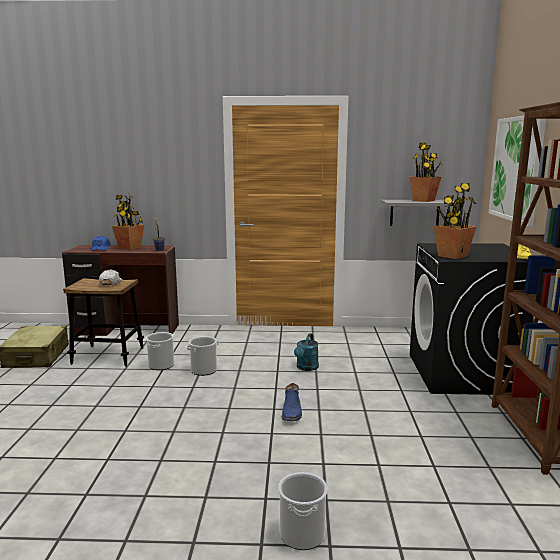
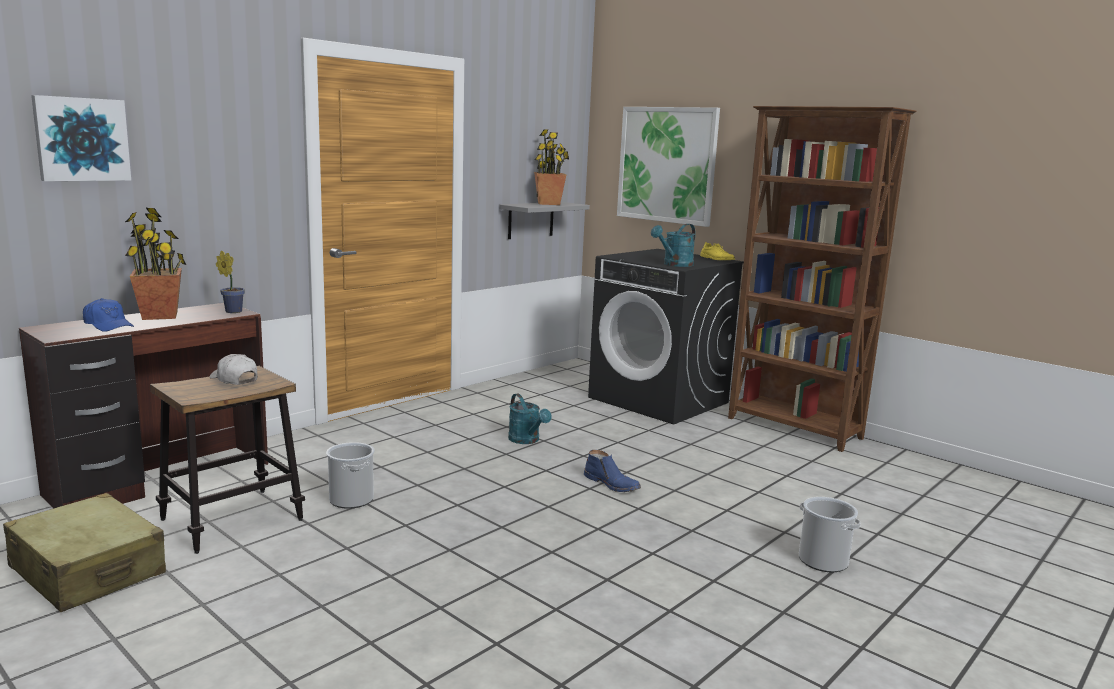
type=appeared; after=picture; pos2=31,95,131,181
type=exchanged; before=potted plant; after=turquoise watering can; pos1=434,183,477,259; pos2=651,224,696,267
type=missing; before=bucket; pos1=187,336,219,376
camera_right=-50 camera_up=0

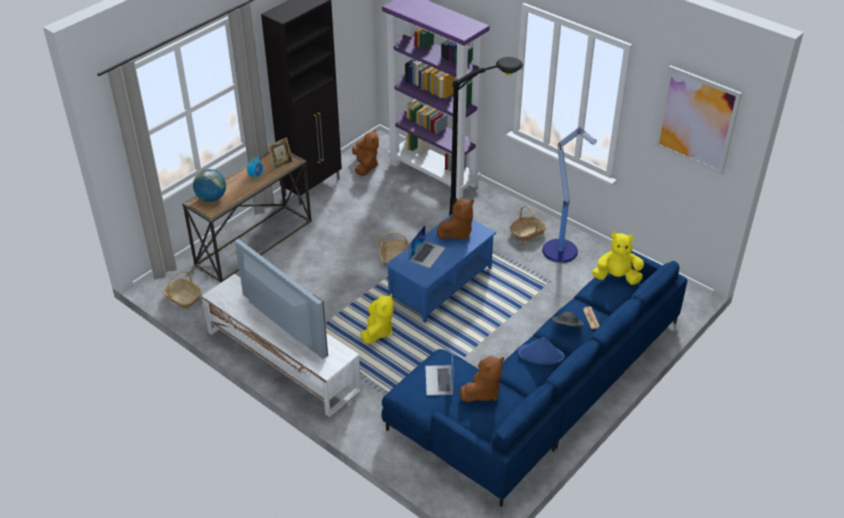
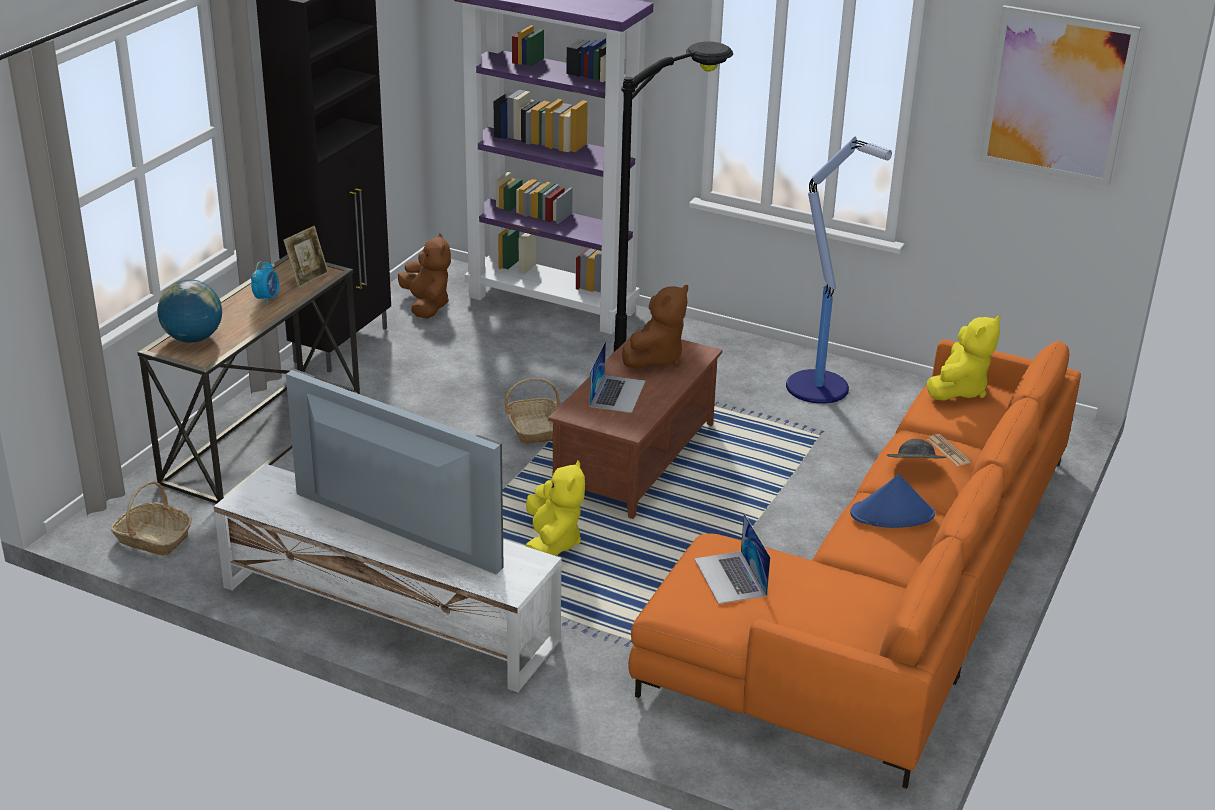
type=colour; before=blue coffee table; after=brown coffee table; pos1=385,214,496,323; pos2=548,328,722,519
type=colour; before=blue sofa; after=orange sofa; pos1=381,251,688,507; pos2=628,339,1081,789
type=spun; before=yellow plush toy; pos1=592,232,644,285; pos2=927,315,1000,401; turn=135
type=missing; before=brown plush toy; pos1=460,356,504,402
type=missing; before=basket; pos1=509,206,547,242
camera_right=-15 camera_up=-10

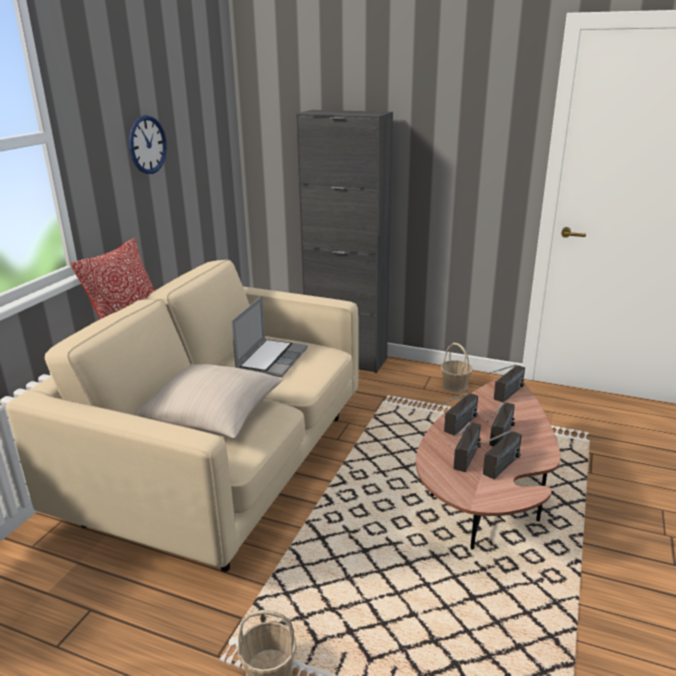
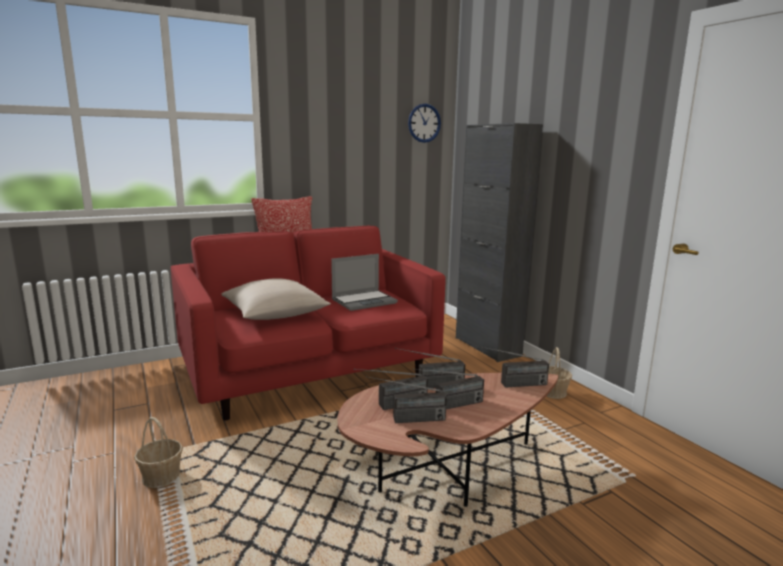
type=colour; before=beige sofa; after=red sofa; pos1=6,260,359,572; pos2=171,226,446,421
type=relocated; before=wall clock; pos1=129,115,167,174; pos2=408,104,441,143
camera_right=40 camera_up=-10

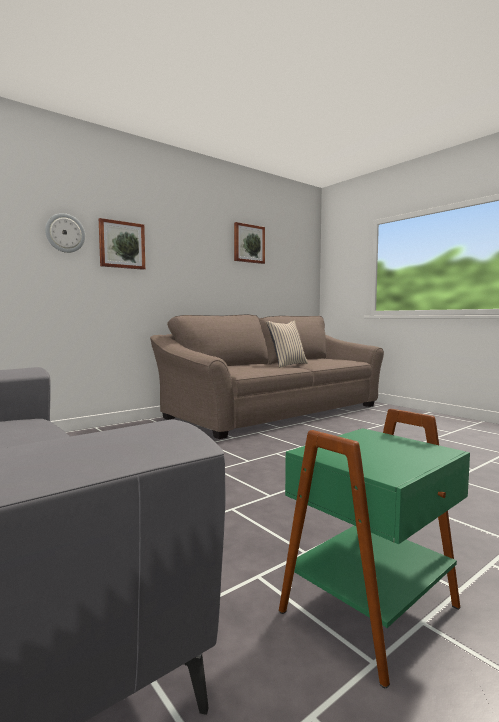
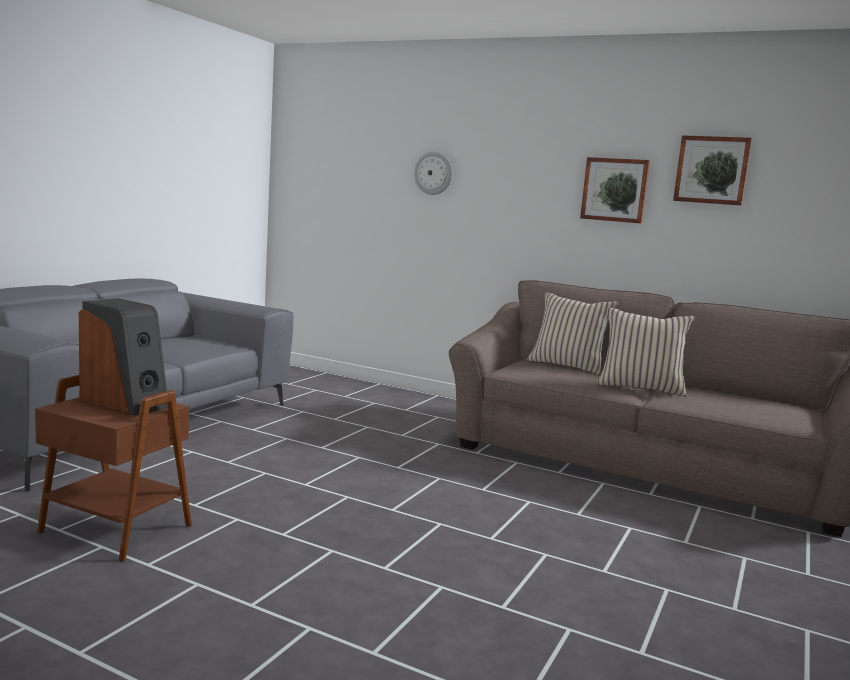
type=colour; before=green side table; after=brown side table; pos1=279,409,470,689; pos2=35,375,192,562
type=appeared; after=speaker; pos2=79,298,168,416
type=appeared; after=beige pillow; pos2=527,292,618,375
type=relocated; before=picture; pos1=99,218,145,270; pos2=580,157,650,223
camera_right=65 camera_up=5

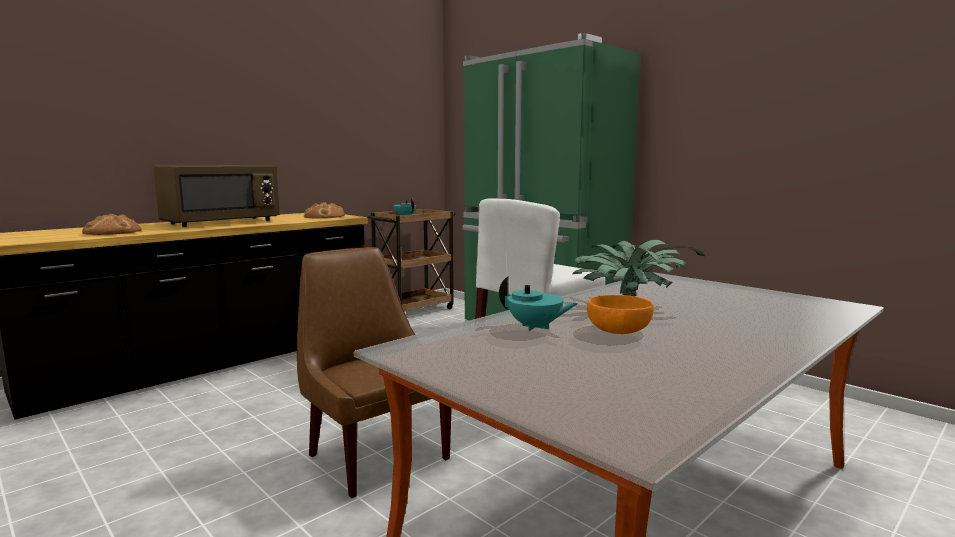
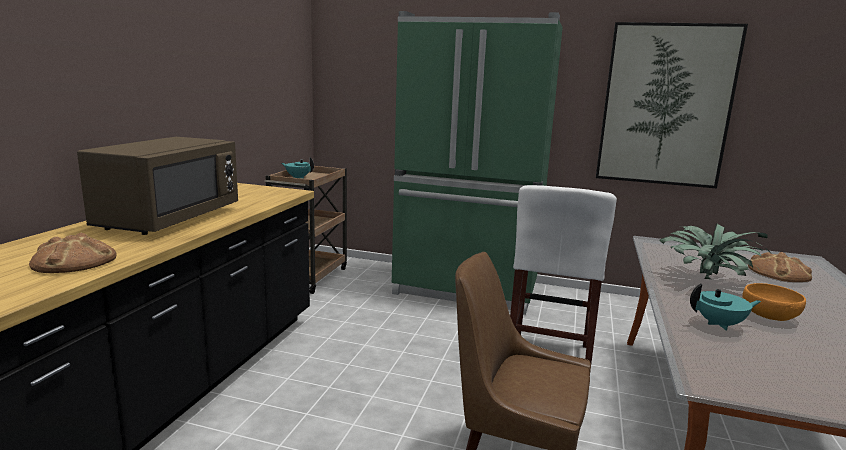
type=appeared; after=picture; pos2=596,22,748,188
type=relocated; before=bread; pos1=304,202,345,219; pos2=748,252,812,282
camera_right=-30 camera_up=5

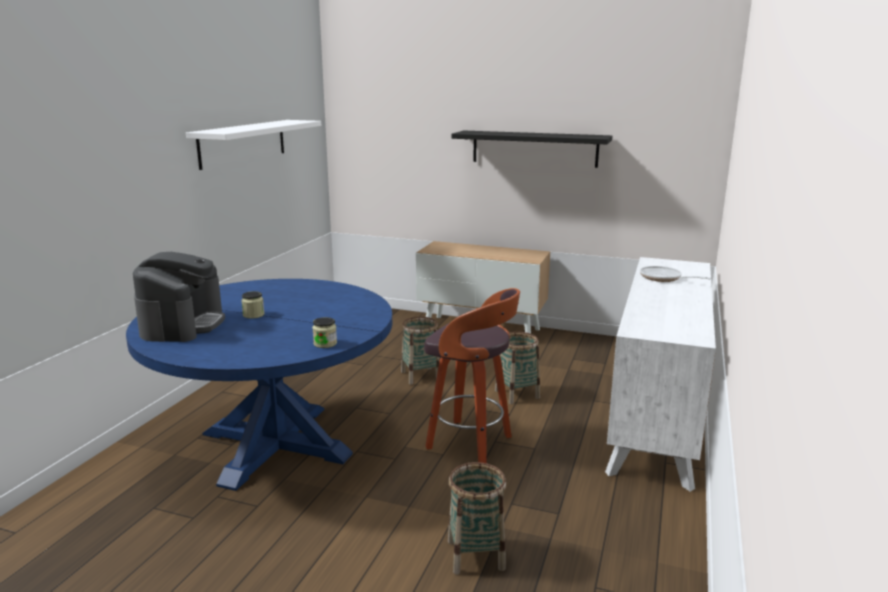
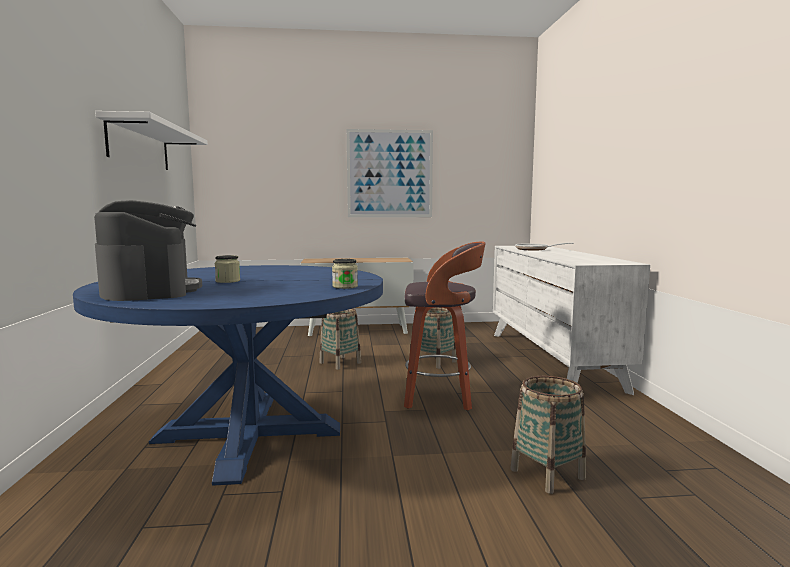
type=exchanged; before=black shelf; after=picture; pos1=451,131,612,168; pos2=347,129,433,217
camera_right=-25 camera_up=-10

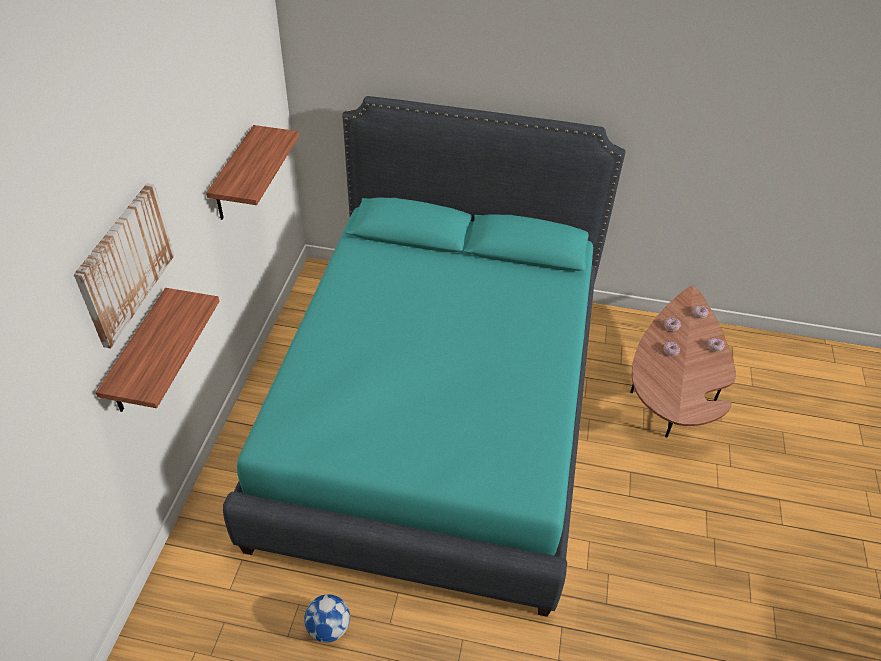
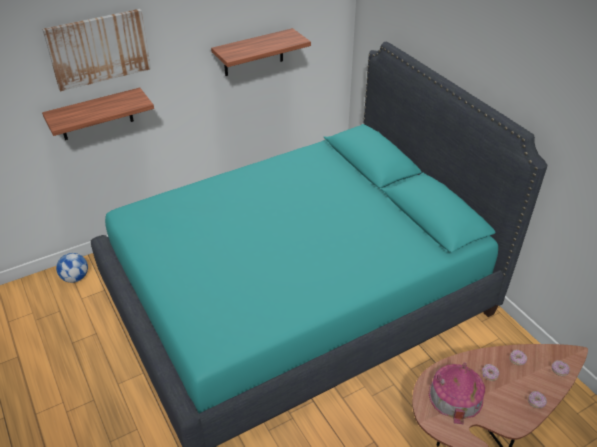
type=relocated; before=football; pos1=304,594,350,643; pos2=56,253,88,283
type=appeared; after=toy house; pos2=429,362,485,424
camera_right=50 camera_up=-5

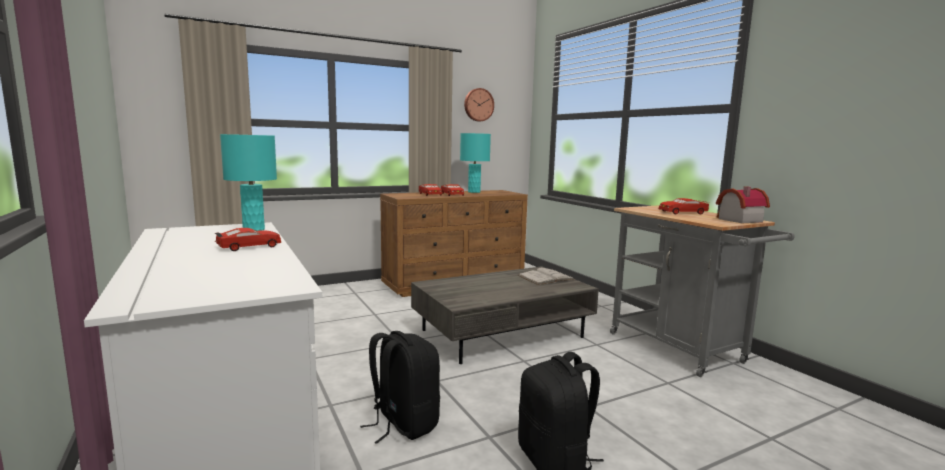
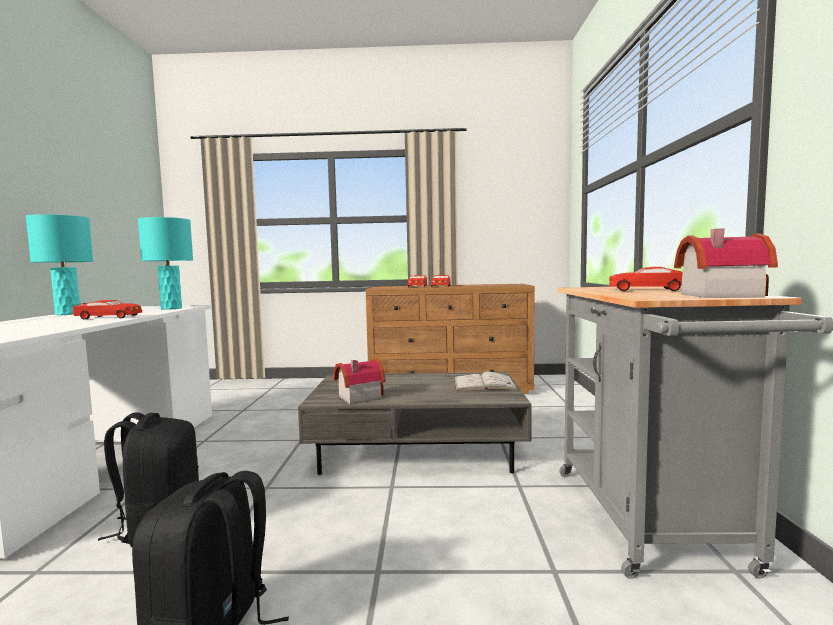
type=relocated; before=turquoise table lamp; pos1=460,133,491,193; pos2=26,214,93,315
type=appeared; after=toy house; pos2=333,359,386,404
type=missing; before=wall clock; pos1=464,88,494,122
camera_right=30 camera_up=-5

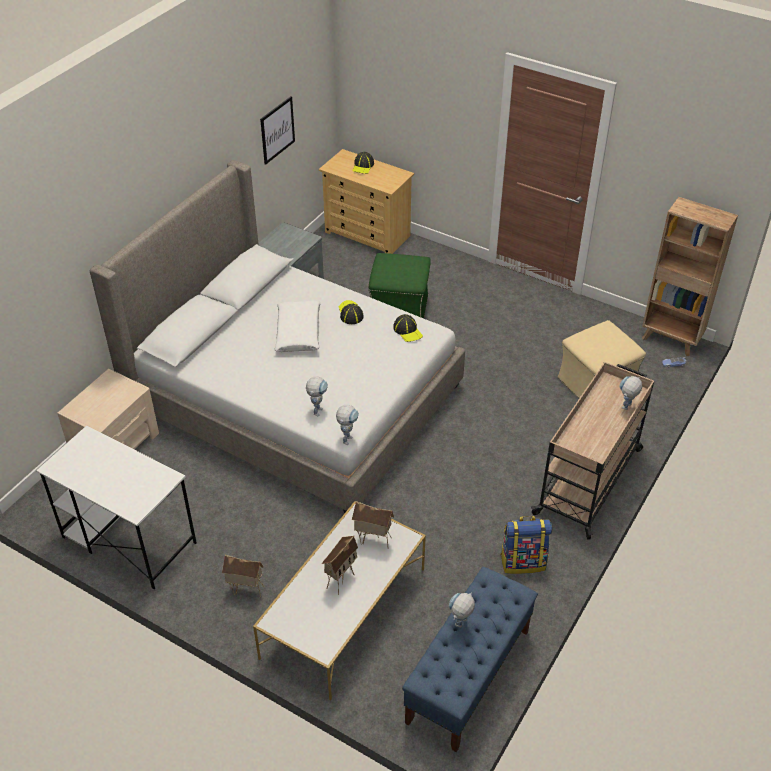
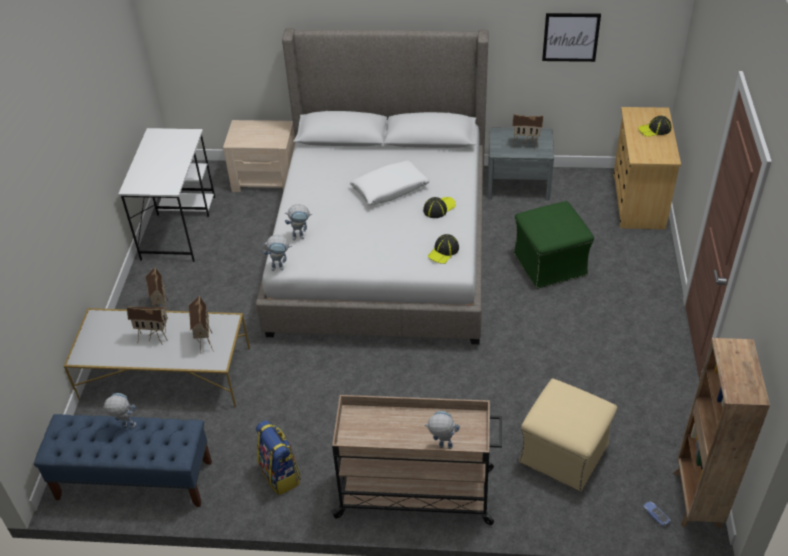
type=appeared; after=toy house; pos2=512,114,544,150
camera_right=65 camera_up=0

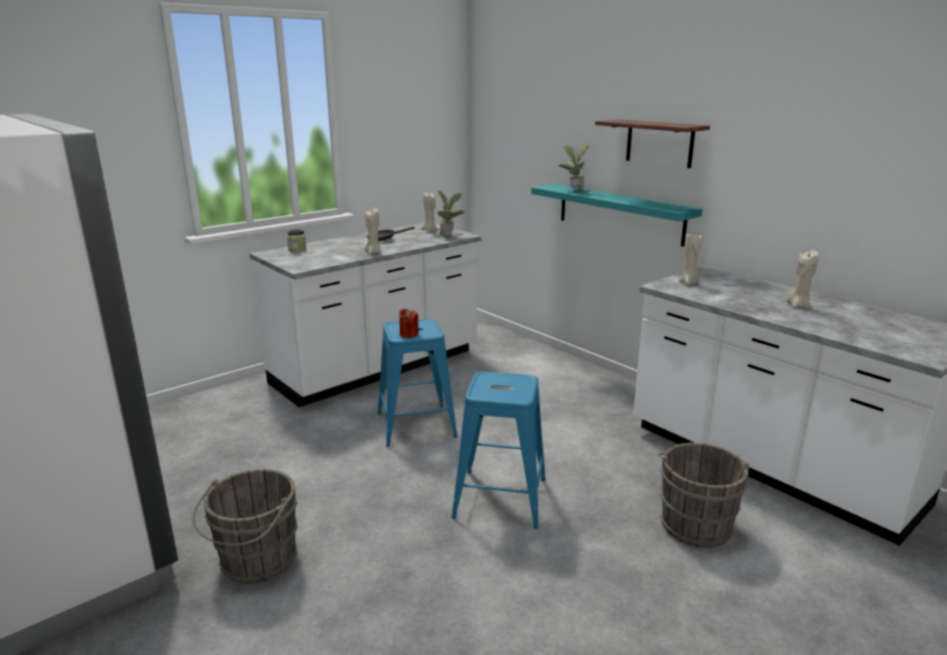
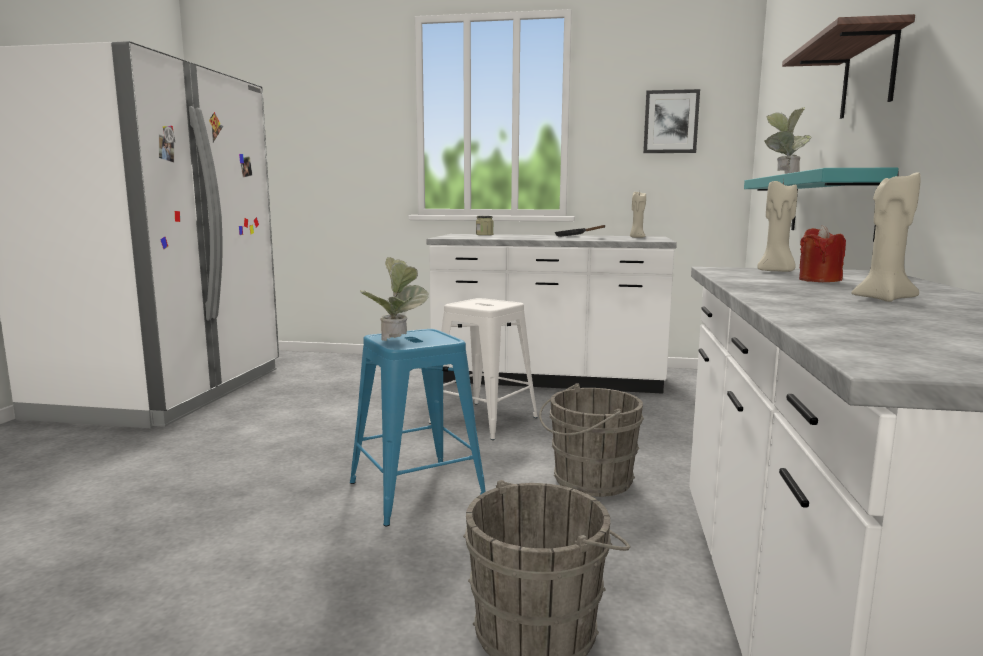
type=relocated; before=potted plant; pos1=437,191,465,236; pos2=360,257,429,341
type=colour; before=blue stool; after=white stool; pos1=378,319,458,447; pos2=429,298,538,440
type=relocated; before=grey bucket; pos1=192,469,298,584; pos2=539,383,644,497
type=appeared; after=picture; pos2=643,89,700,153
type=relocated; before=red candle; pos1=399,309,419,338; pos2=799,225,846,282
type=missing; before=beige candle; pos1=365,208,381,254
camera_right=50 camera_up=-10

